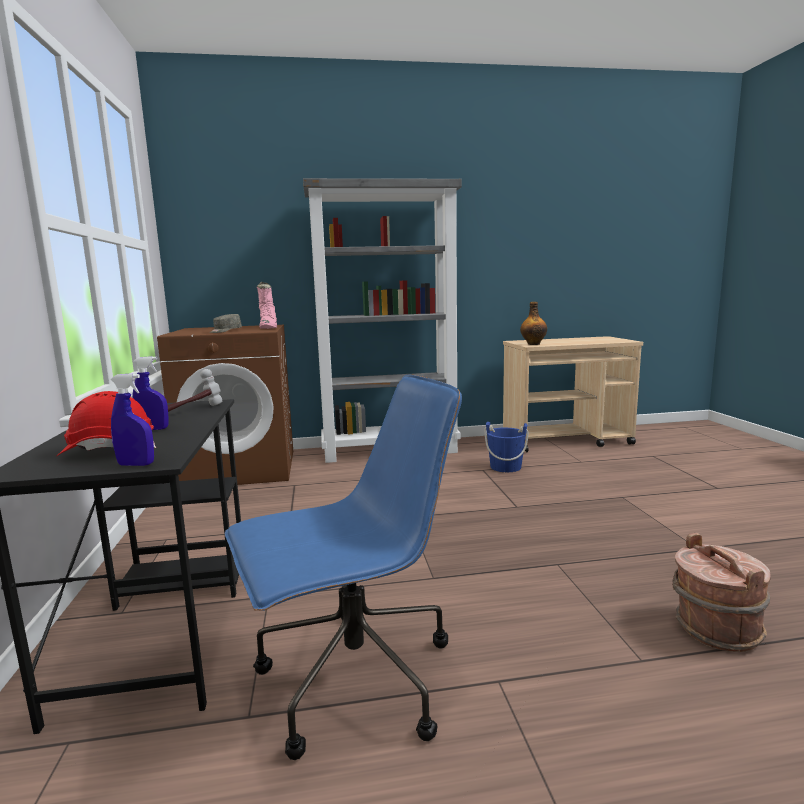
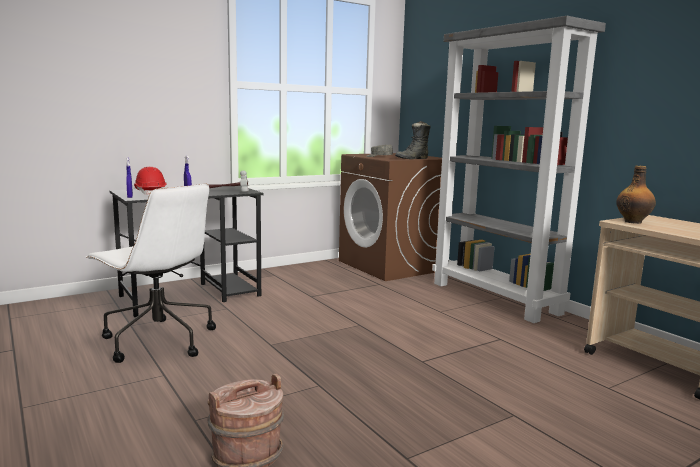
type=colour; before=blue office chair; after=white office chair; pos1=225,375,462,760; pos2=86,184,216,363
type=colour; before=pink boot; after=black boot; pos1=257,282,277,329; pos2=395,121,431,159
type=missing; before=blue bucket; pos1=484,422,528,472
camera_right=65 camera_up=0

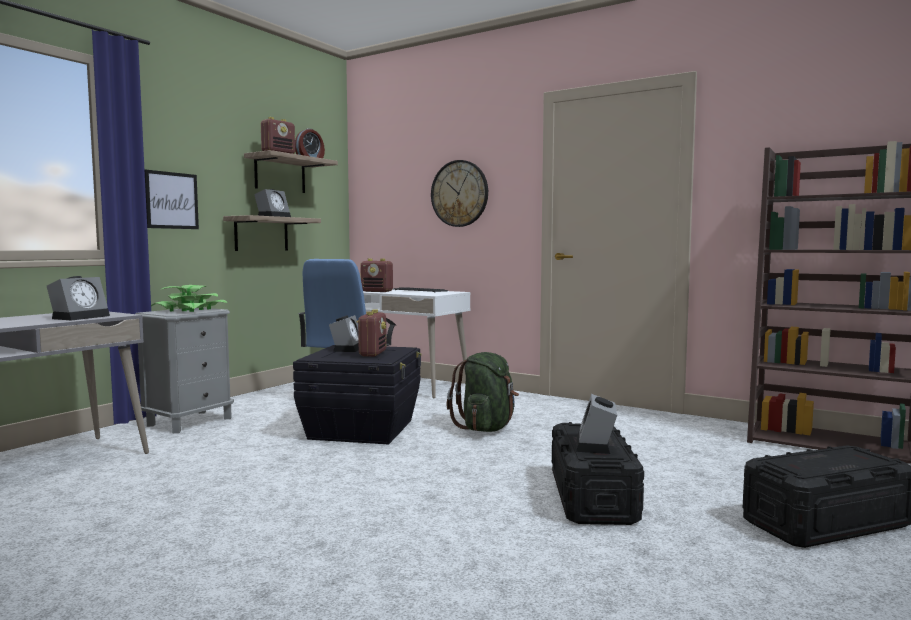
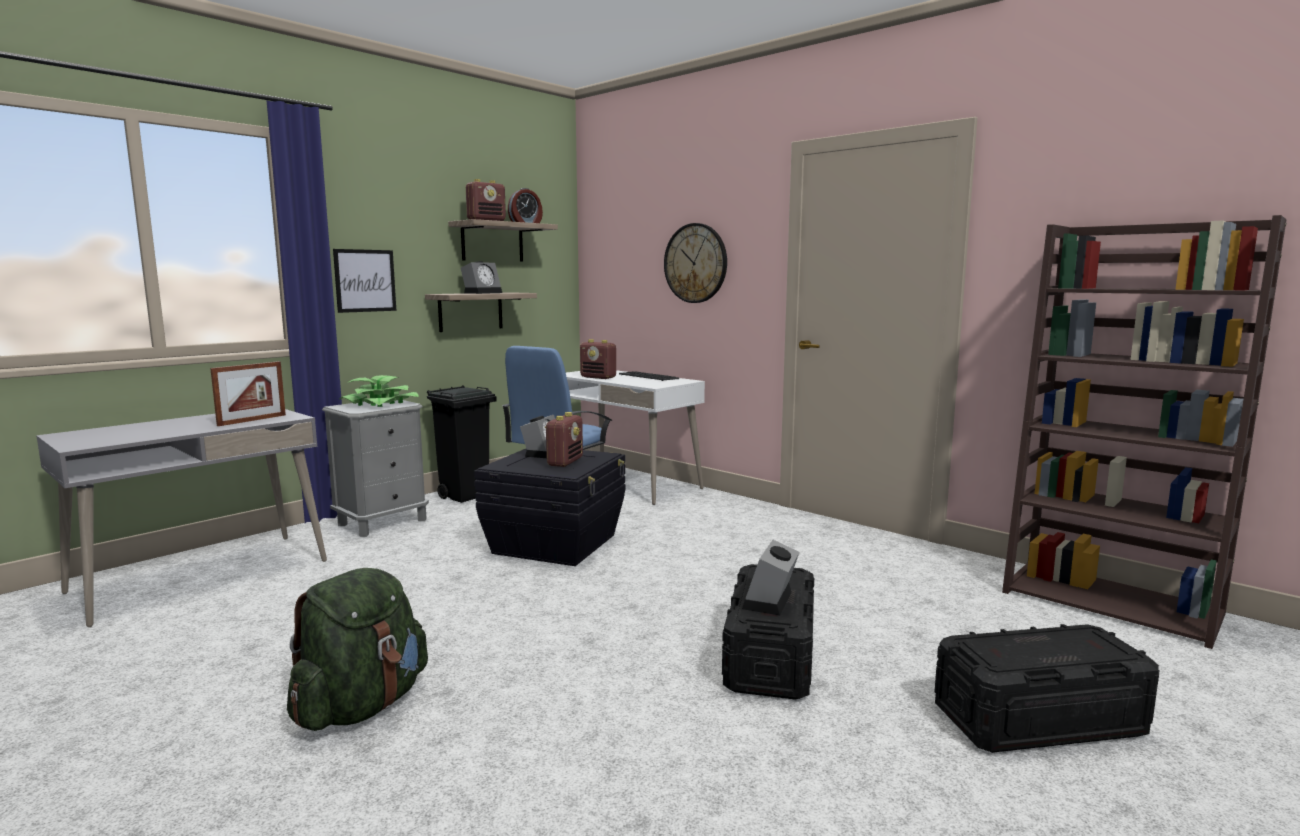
type=exchanged; before=alarm clock; after=picture frame; pos1=47,276,110,320; pos2=210,361,286,426
type=relocated; before=green backpack; pos1=447,352,519,432; pos2=287,568,428,731
type=appeared; after=black trash can; pos2=427,385,497,503
camera_right=10 camera_up=5

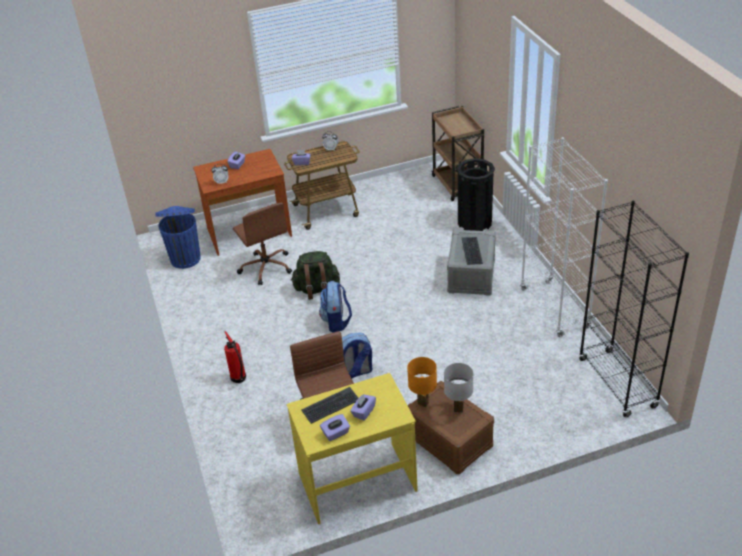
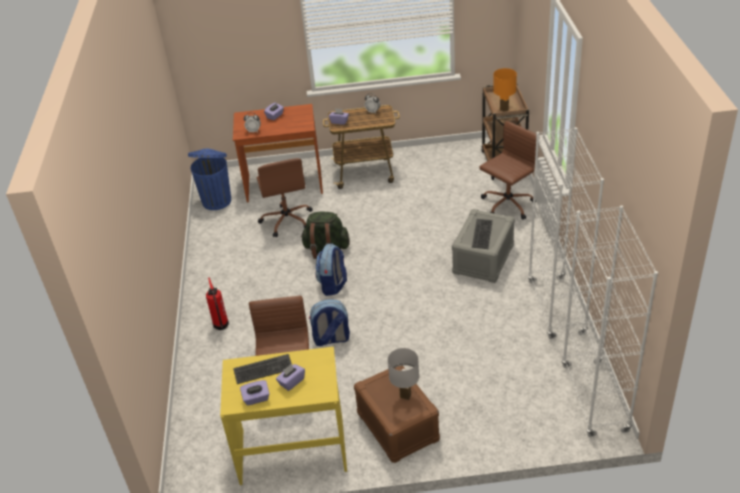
type=exchanged; before=black trash can; after=brown office chair; pos1=457,158,495,231; pos2=479,121,540,220
type=relocated; before=orange table lamp; pos1=407,357,437,407; pos2=493,68,517,112
type=colour; before=black bookcase; after=white bookcase; pos1=579,201,689,417; pos2=562,205,658,437
camera_right=15 camera_up=0

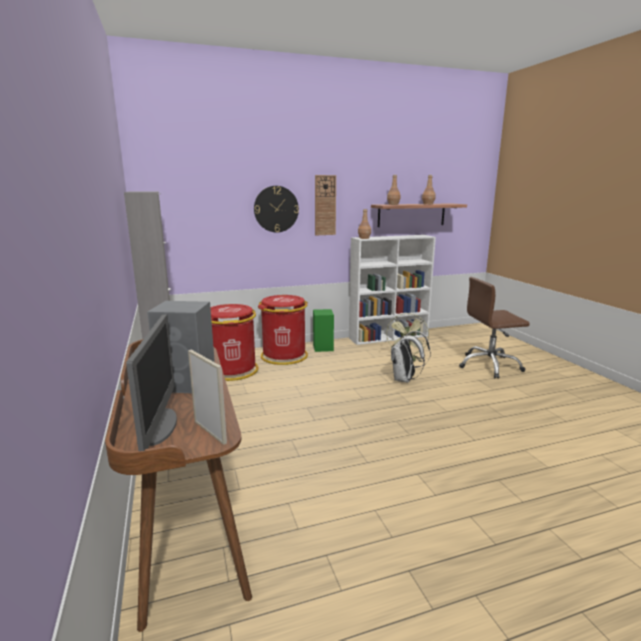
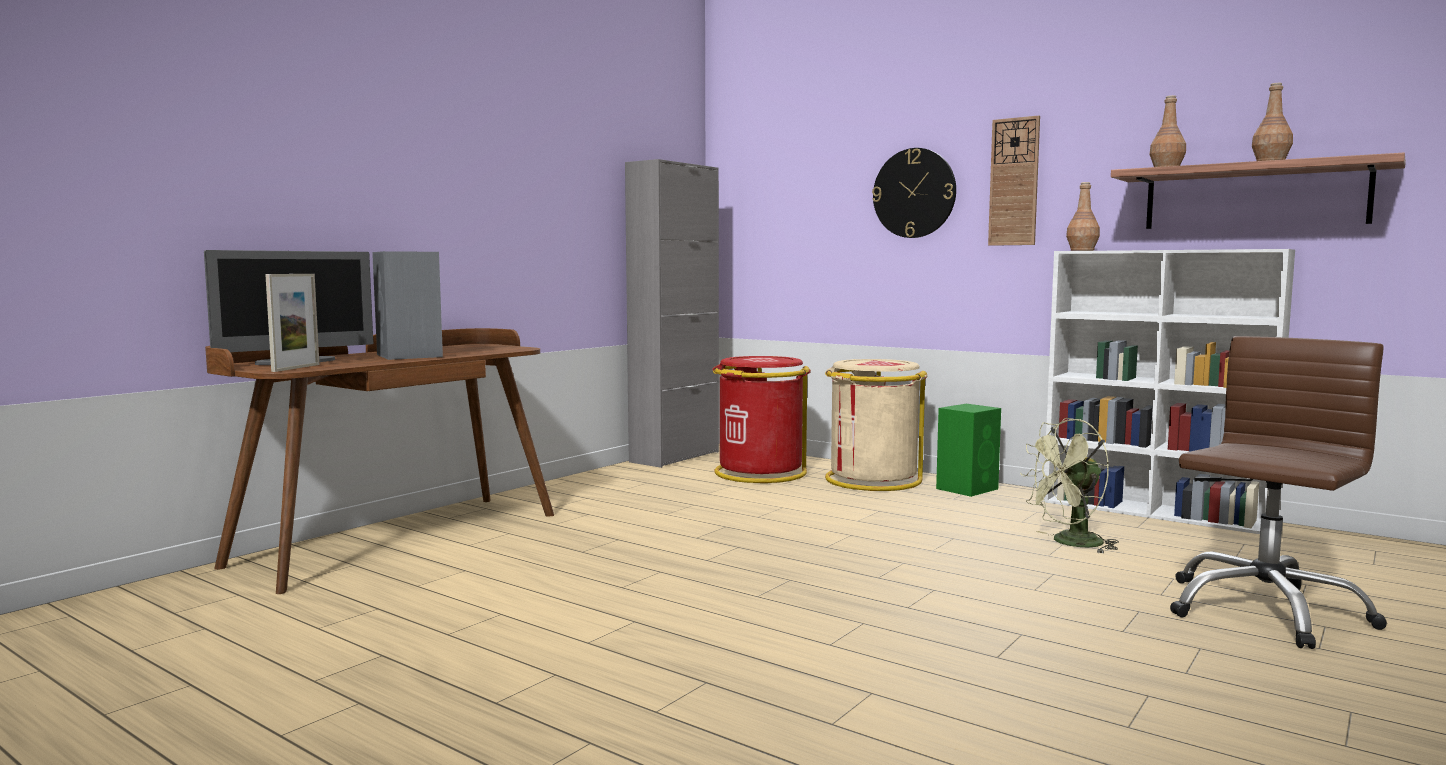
type=colour; before=red trash can; after=beige trash can; pos1=258,295,308,365; pos2=825,359,927,491
type=spun; before=brown office chair; pos1=459,277,530,379; pos2=1170,336,1387,649; turn=90
type=missing; before=white backpack; pos1=391,331,431,383
camera_right=55 camera_up=-10

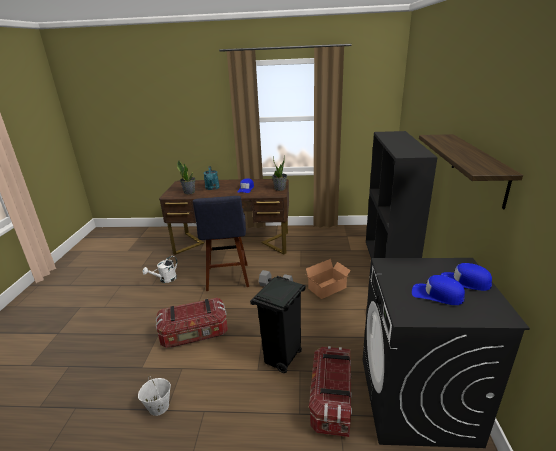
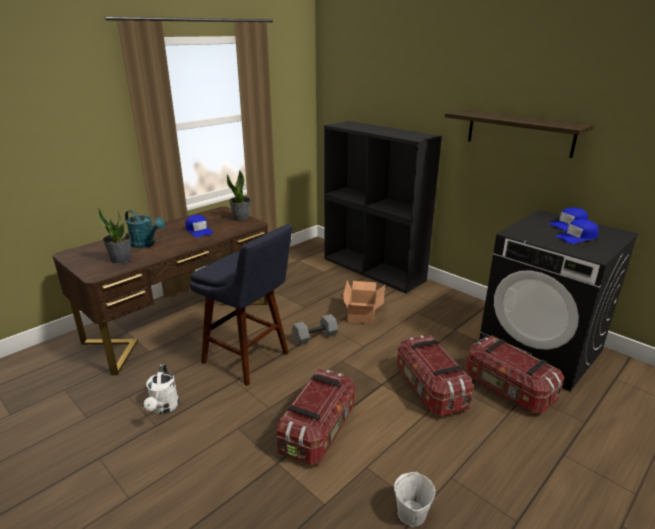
type=exchanged; before=black trash can; after=storage box; pos1=250,276,306,373; pos2=397,335,473,416
camera_right=-50 camera_up=0

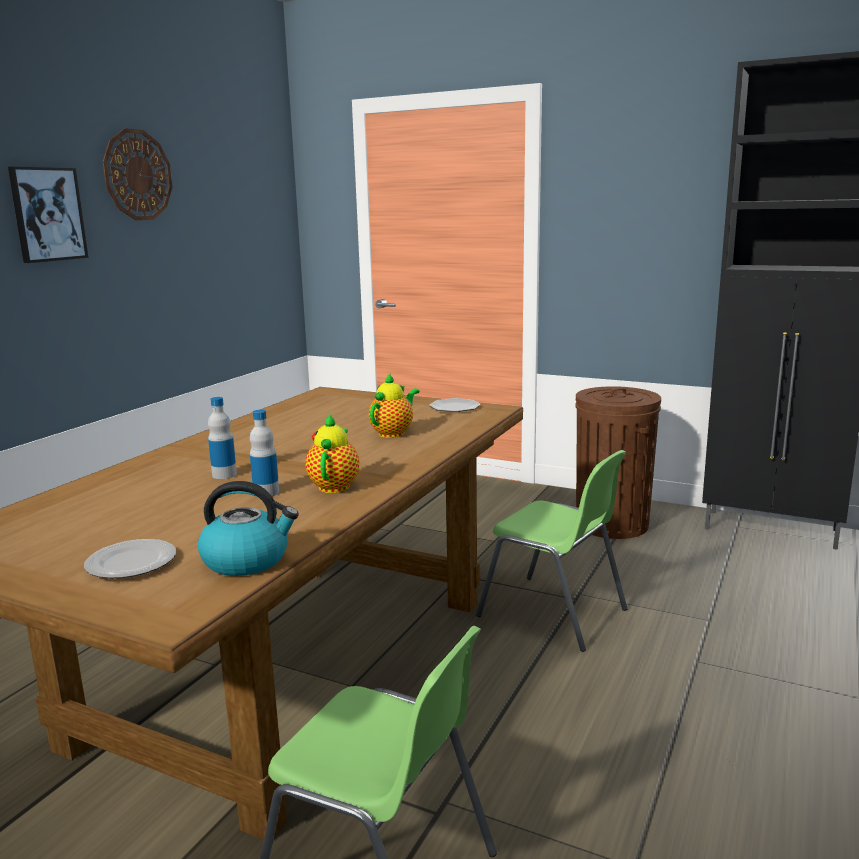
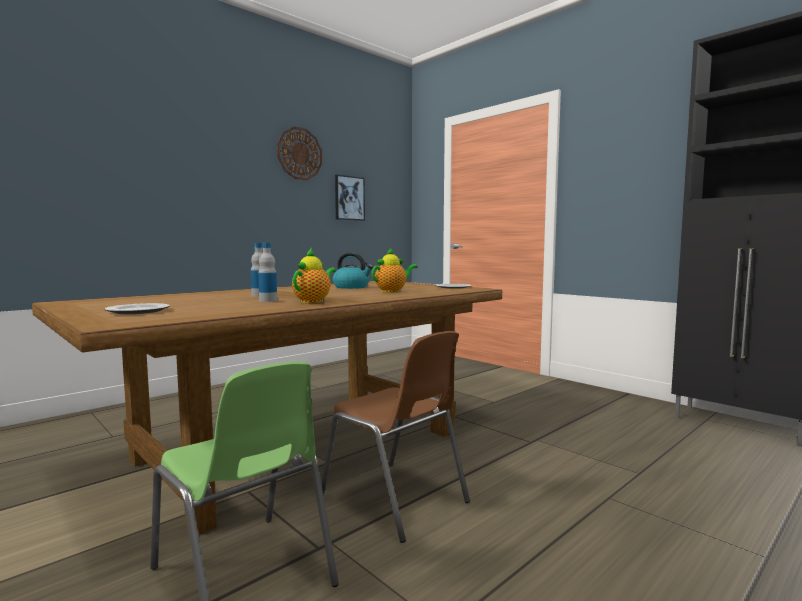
type=appeared; after=brown chair; pos2=321,331,470,543
type=relocated; before=kettle; pos1=198,481,299,576; pos2=333,252,373,289
type=relocated; before=picture; pos1=8,167,88,263; pos2=335,175,365,221
type=missing; before=green chair; pos1=476,450,628,652
type=missing; before=brown trash can; pos1=575,386,661,539
camera_right=20 camera_up=-10

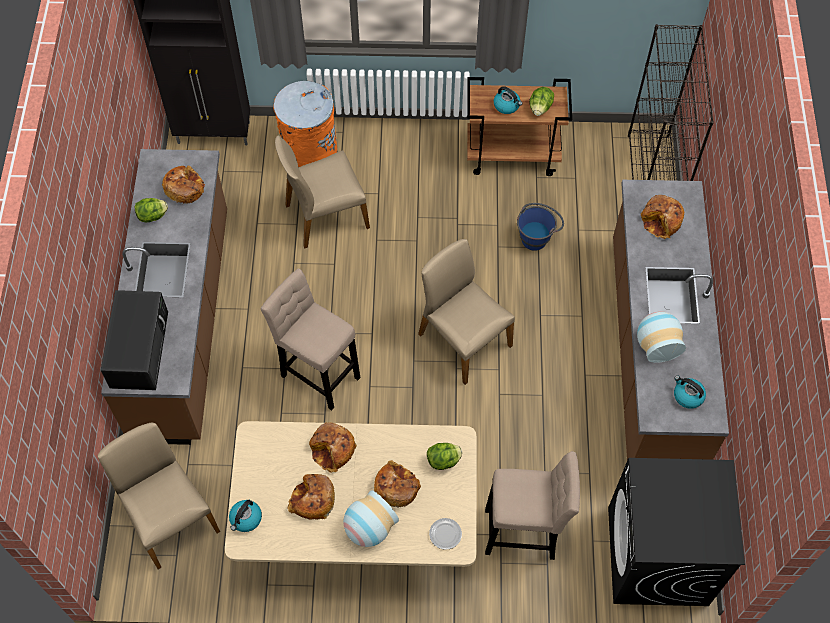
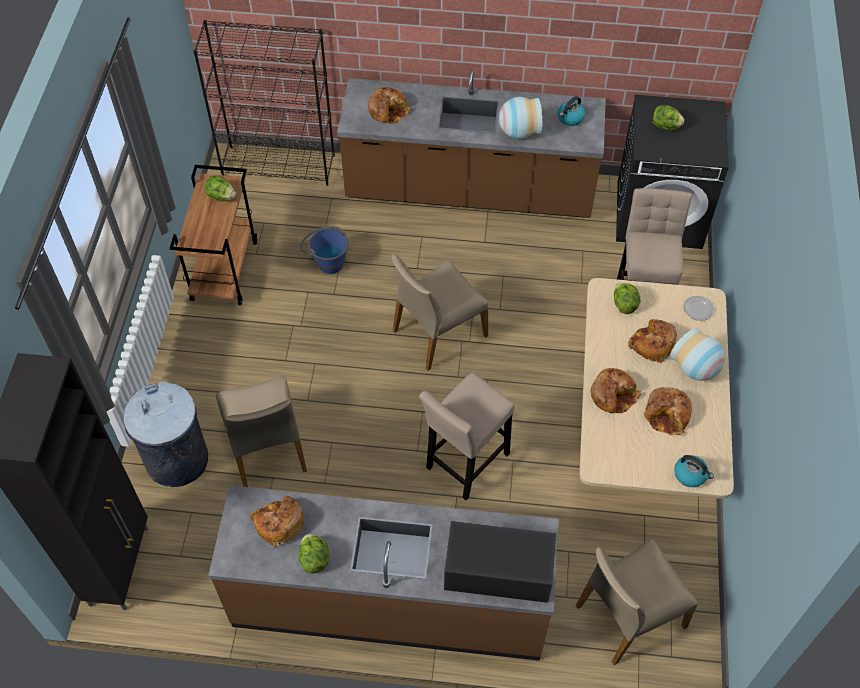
type=colour; before=orange trash can; after=grey trash can; pos1=273,81,338,167; pos2=123,382,208,487
type=appeared; after=lettuce; pos2=652,105,684,130
type=missing; before=kettle; pos1=494,86,522,114
camera_right=-85 camera_up=-5

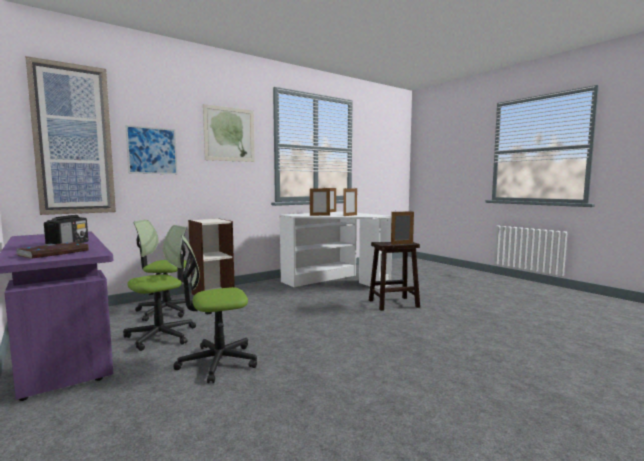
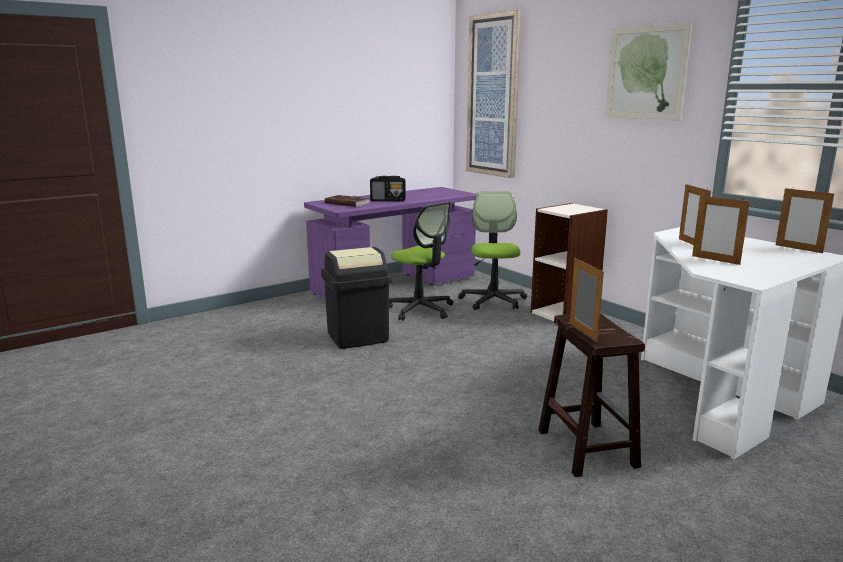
type=exchanged; before=office chair; after=black trash can; pos1=173,235,257,383; pos2=321,247,392,349
type=missing; before=picture; pos1=125,125,178,174
camera_right=90 camera_up=10

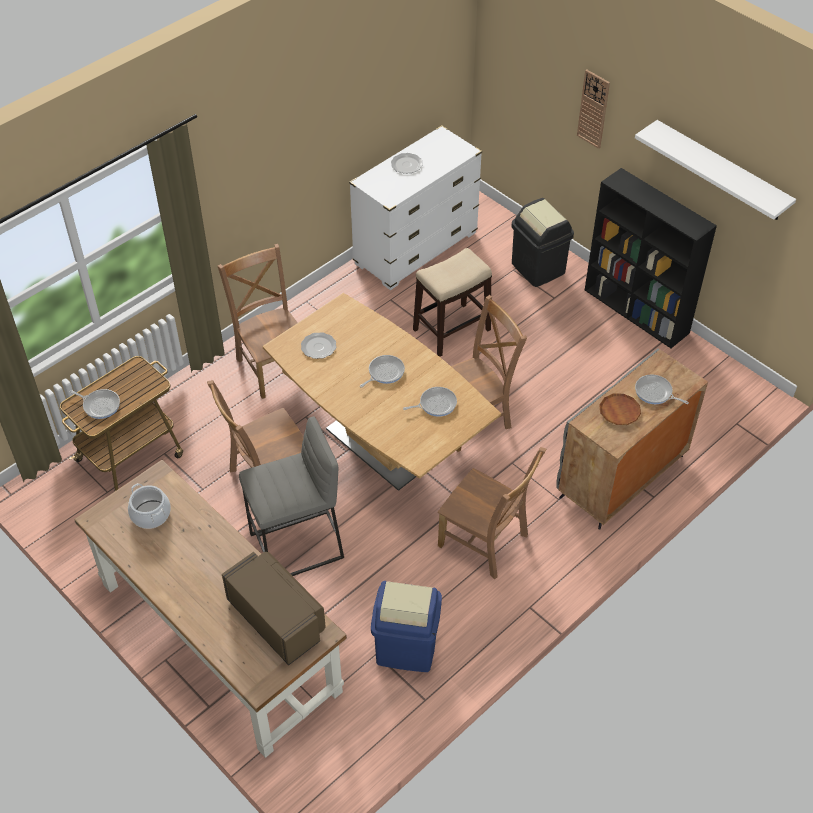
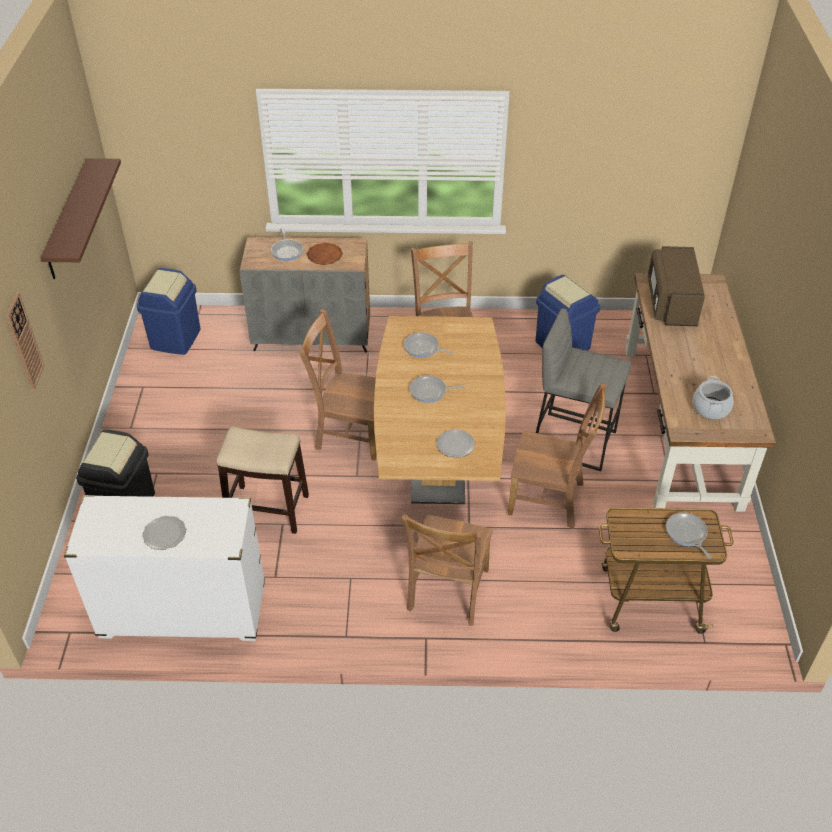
type=colour; before=white shelf; after=brown shelf; pos1=635,120,796,220; pos2=41,158,121,279
type=appeared; after=blue trash can; pos2=137,268,201,355
type=missing; before=black bookcase; pos1=585,168,717,348
camera_right=-135 camera_up=-5

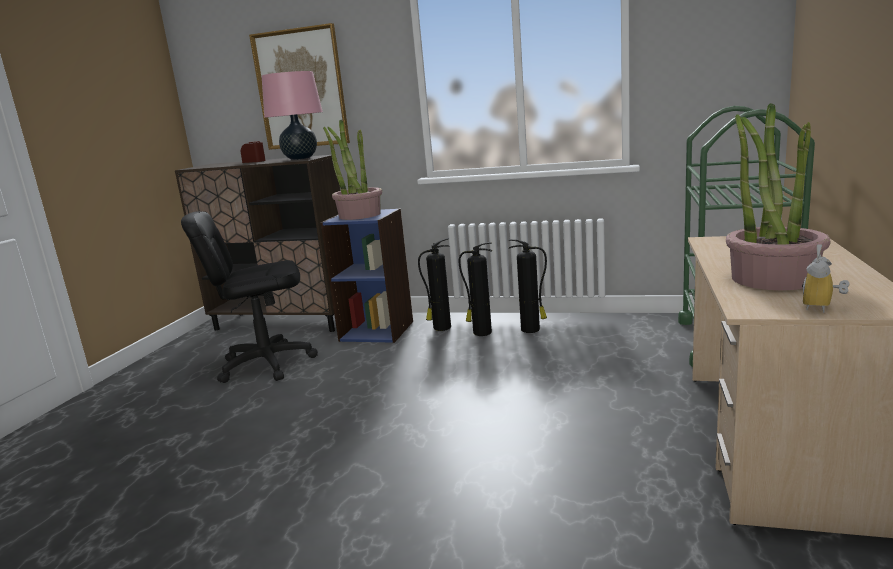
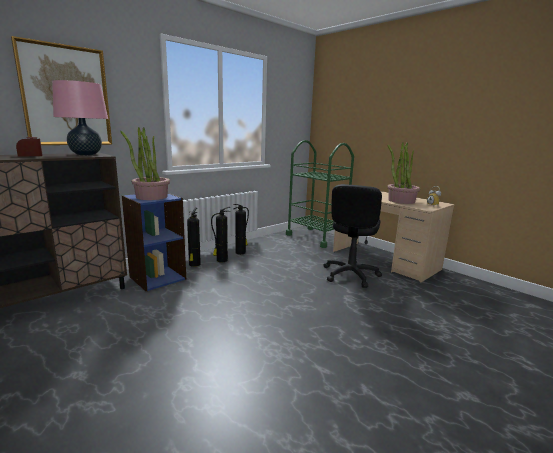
type=relocated; before=black office chair; pos1=181,211,318,383; pos2=323,184,382,288
camera_right=-60 camera_up=0

